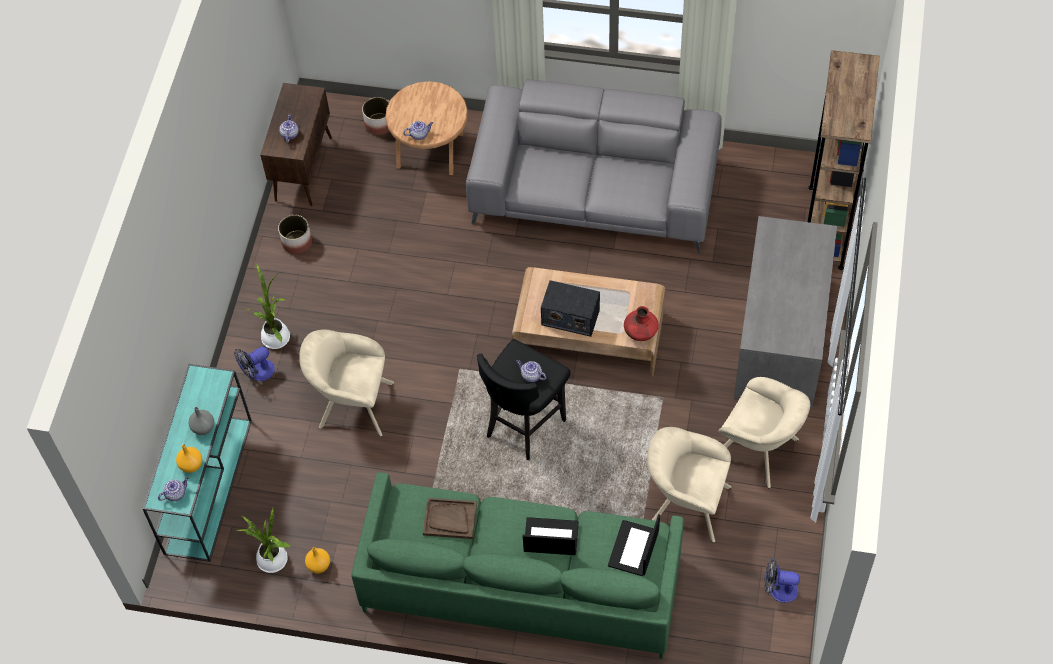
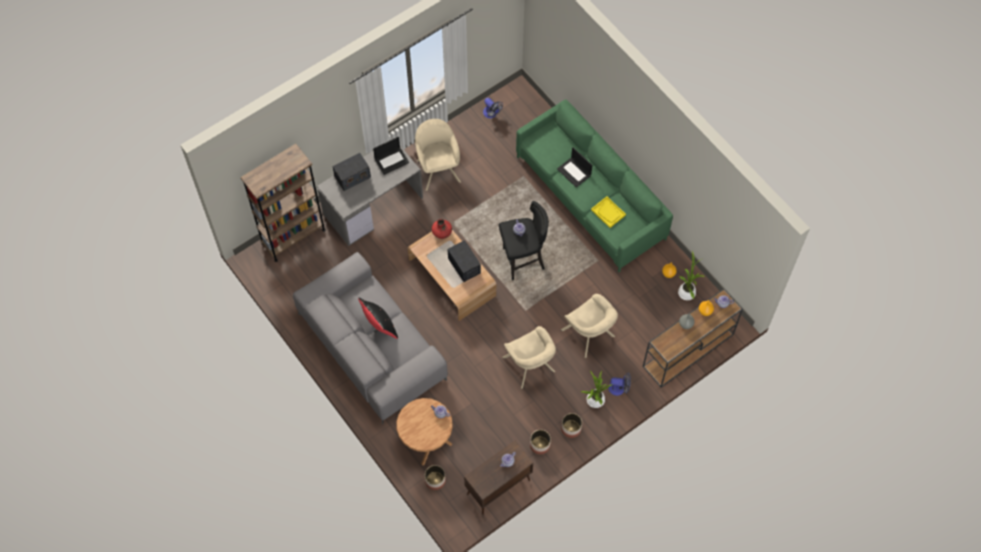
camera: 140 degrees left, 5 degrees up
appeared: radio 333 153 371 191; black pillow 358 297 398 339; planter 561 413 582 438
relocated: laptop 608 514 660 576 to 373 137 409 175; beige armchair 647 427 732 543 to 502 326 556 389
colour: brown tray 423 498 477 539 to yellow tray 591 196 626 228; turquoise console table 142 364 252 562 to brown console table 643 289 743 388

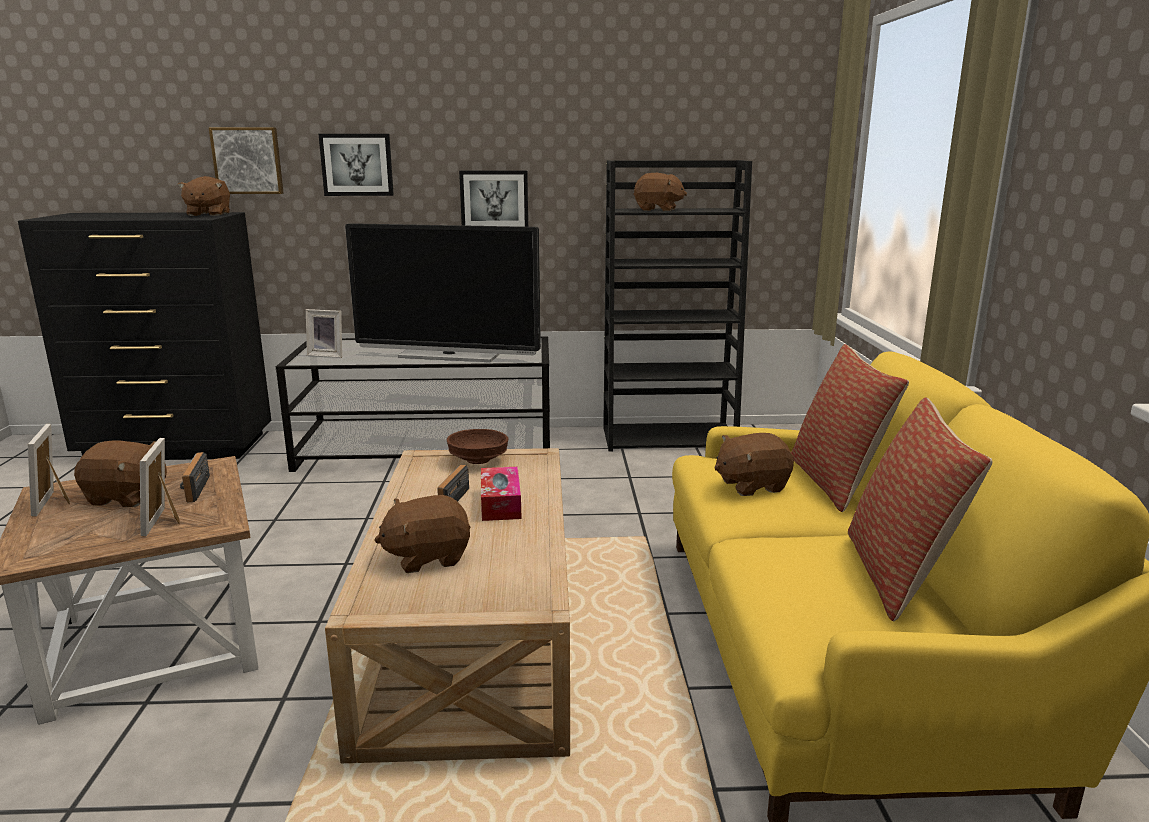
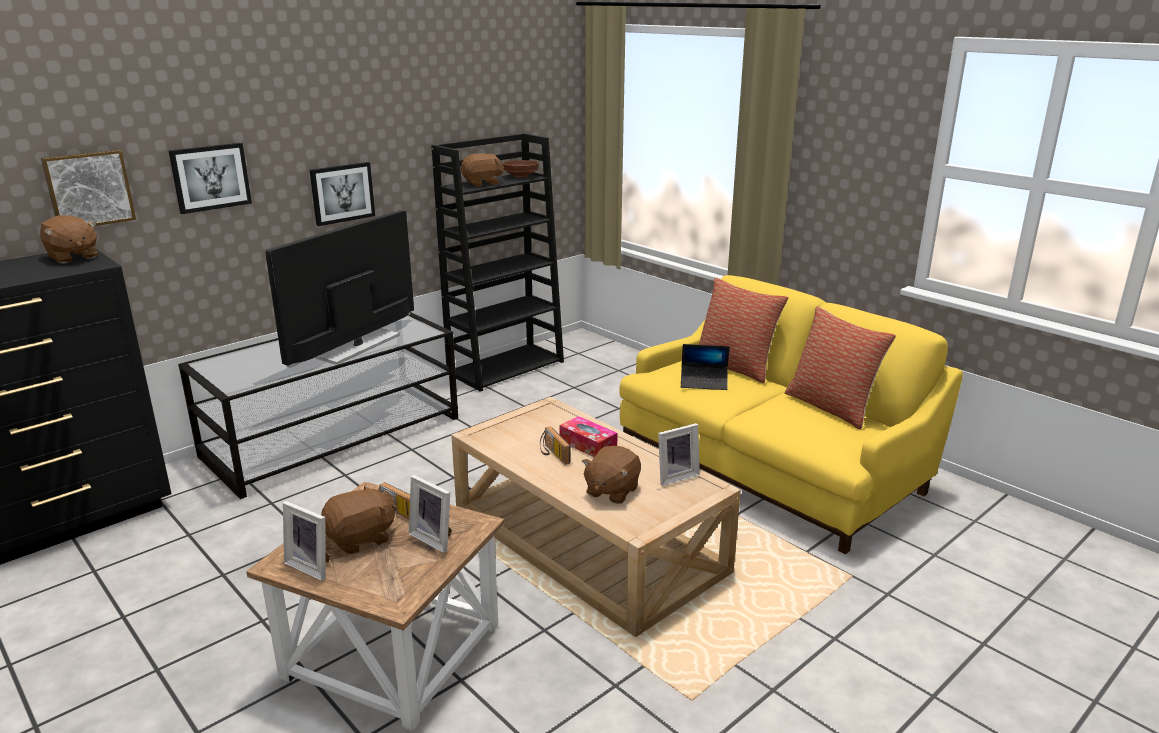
camera: 40 degrees left, 5 degrees up
relocated: brown bowl 447 429 508 464 to 502 160 539 178; picture frame 306 309 342 358 to 658 423 700 486
exchanged: brown plush toy 714 433 794 496 to laptop 681 344 730 390
spun: television 345 223 541 362 = 265 210 414 368 150 degrees clockwise

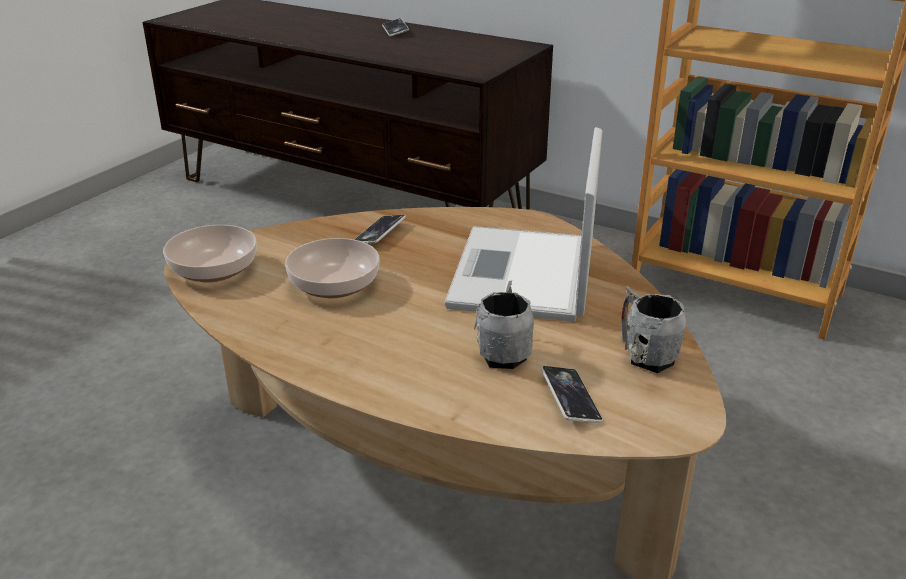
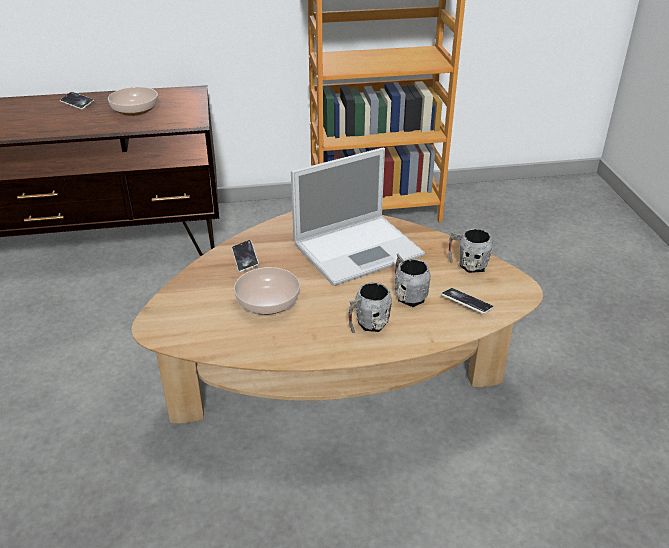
camera: 40 degrees left, 5 degrees up
appeared: grey mug 349 282 392 333
relocated: bowl 163 225 257 283 to 108 87 158 116
spun: laptop 444 127 602 322 = 291 148 425 286 90 degrees counterclockwise

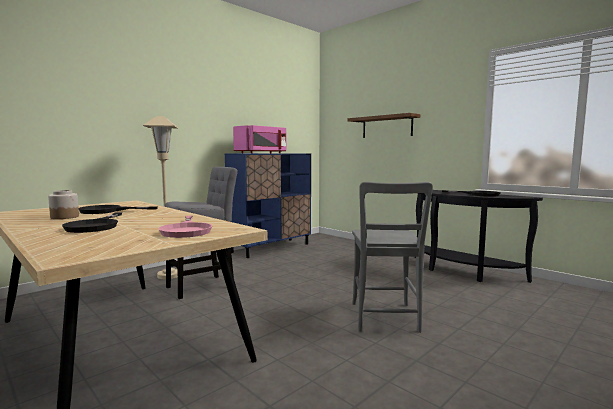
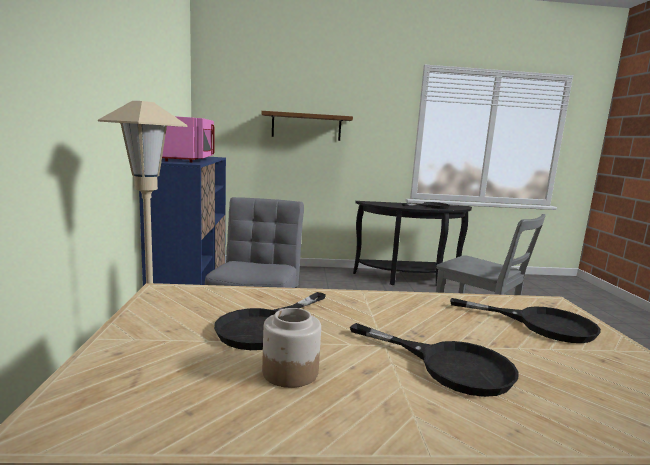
camera: 50 degrees left, 5 degrees up
colour: pink frying pan 159 216 213 238 to black frying pan 450 298 601 343

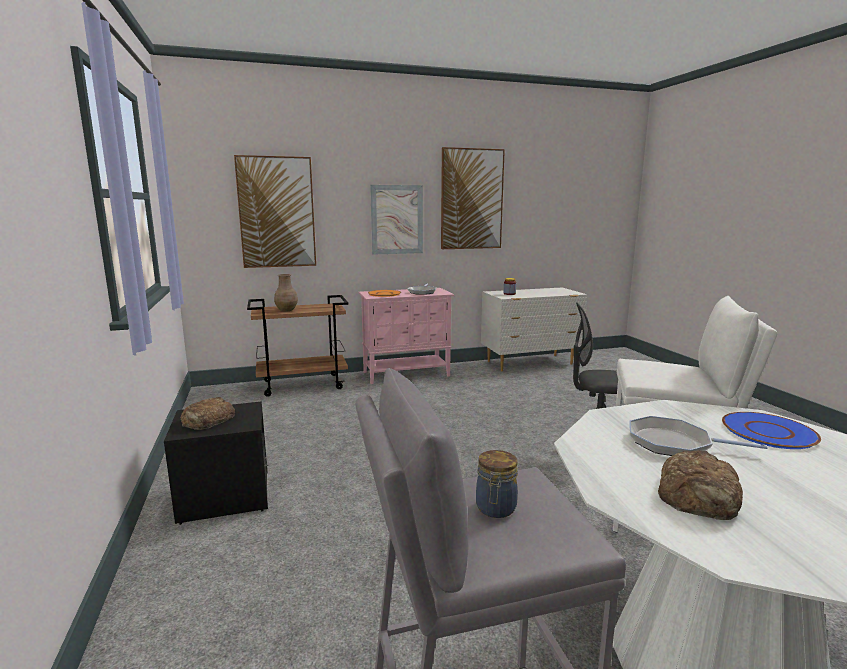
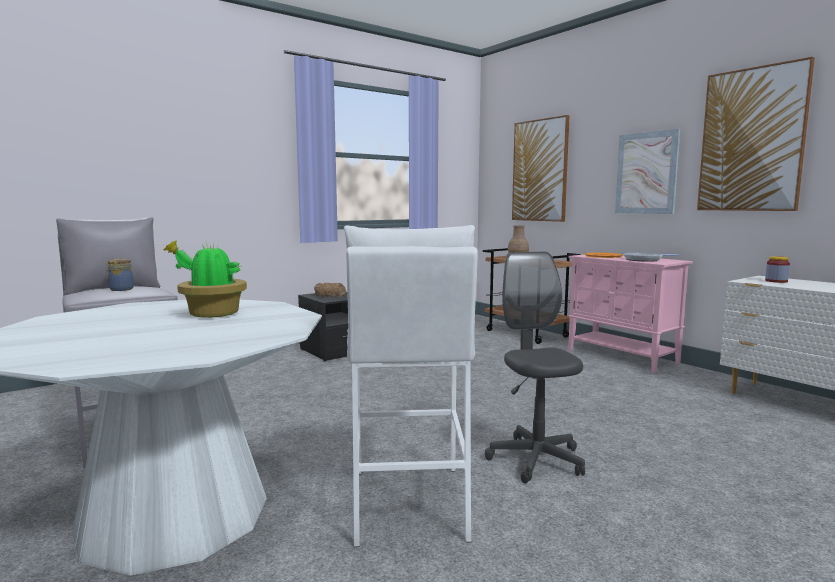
camera: 70 degrees right, 5 degrees down
missing: bread 658 450 743 520; blue plate 722 412 821 449
exchanged: frying pan 629 416 768 456 to potted plant 163 240 247 318

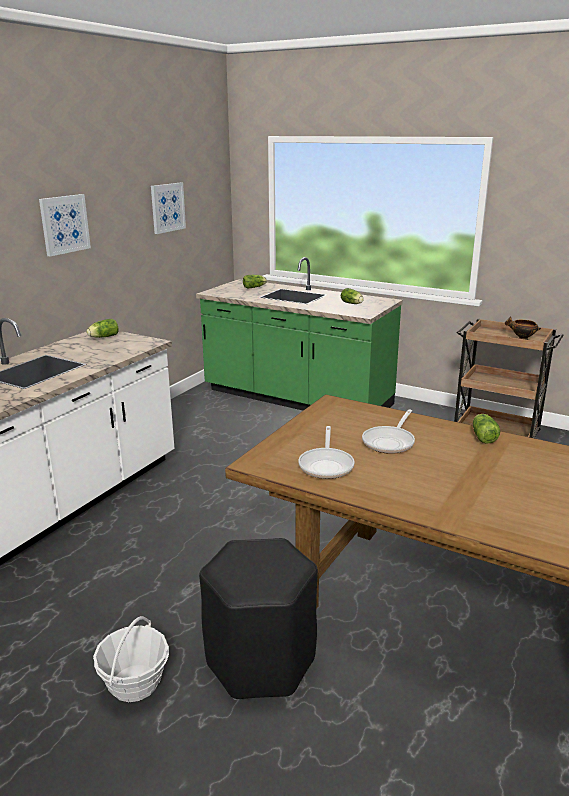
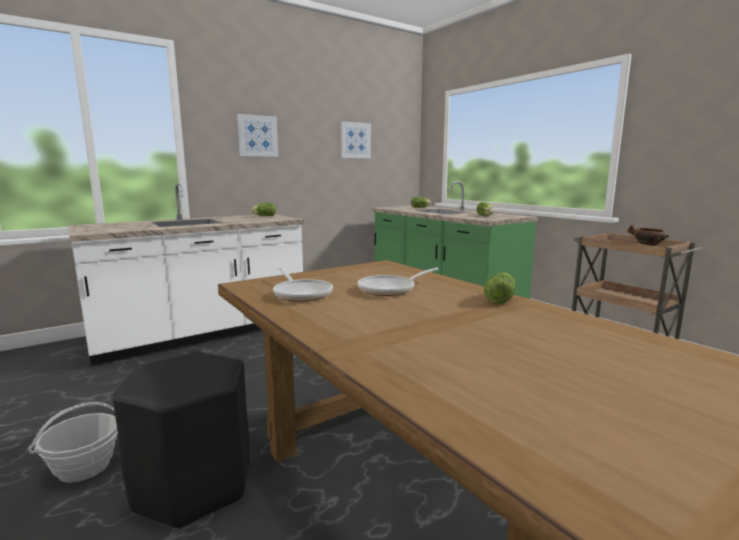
camera: 25 degrees right, 10 degrees down
spun: frying pan 298 426 355 479 = 273 267 333 302 60 degrees counterclockwise

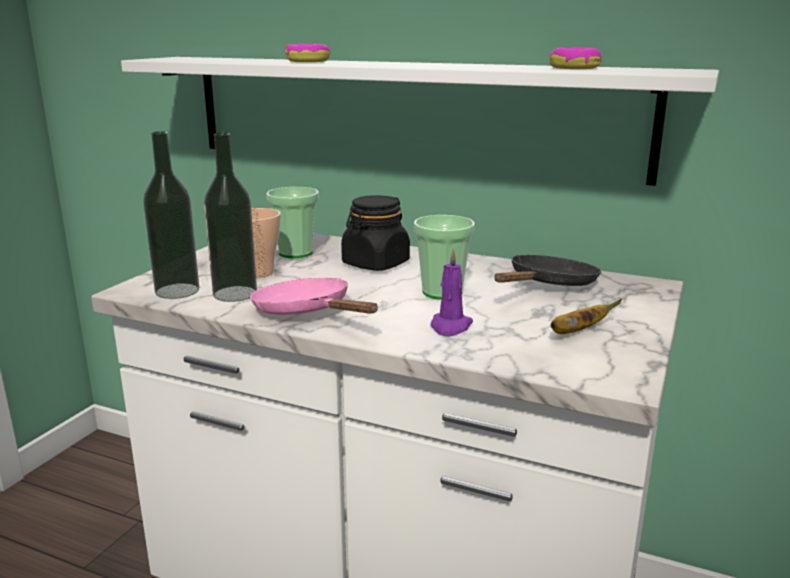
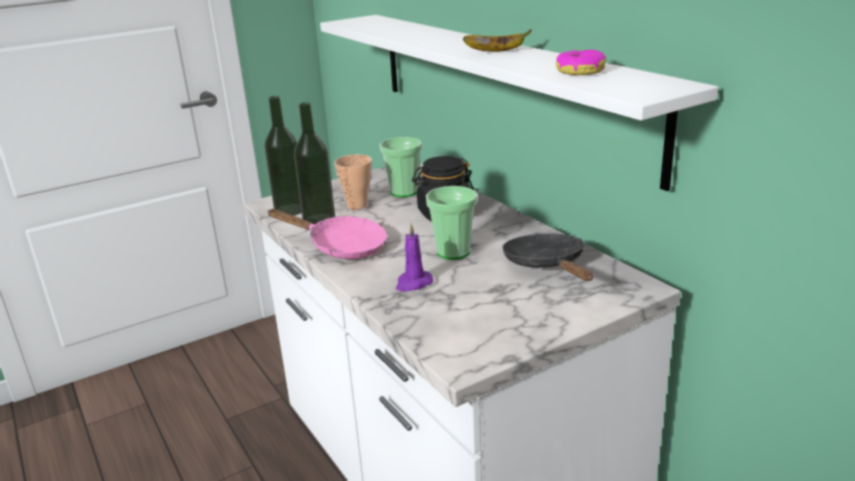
camera: 35 degrees right, 5 degrees up
missing: donut 285 44 330 62
relocated: banana 551 299 622 334 to 463 29 532 52
spun: pink frying pan 250 278 378 315 = 267 209 387 259 120 degrees clockwise; black frying pan 495 255 601 286 = 502 233 594 281 90 degrees counterclockwise

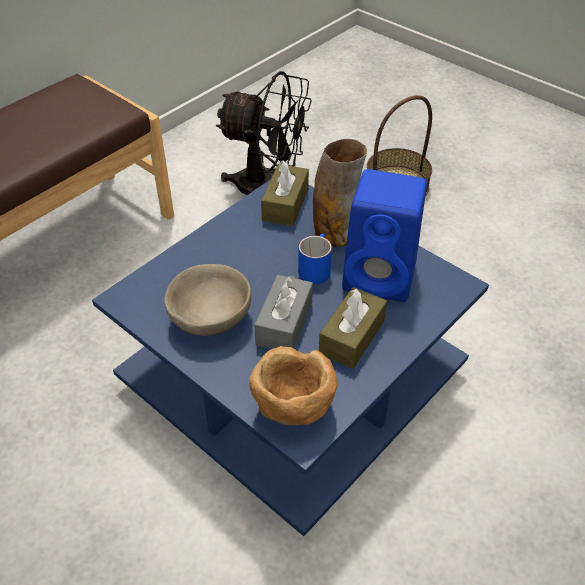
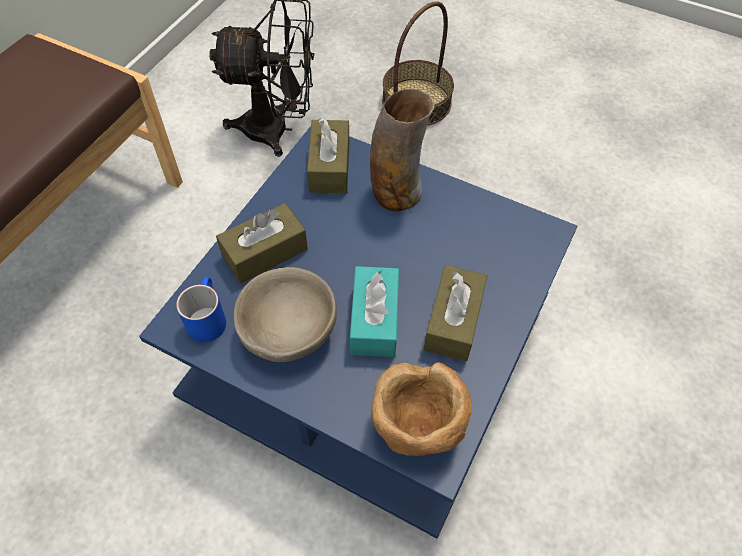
camera: 15 degrees left, 10 degrees up
missing: blue speaker 342 169 427 302
appeared: brown tissue box 216 203 308 283
relocated: blue mug 298 234 332 284 to 176 277 226 342
colour: grey tissue box 255 275 313 349 to turquoise tissue box 350 266 399 357

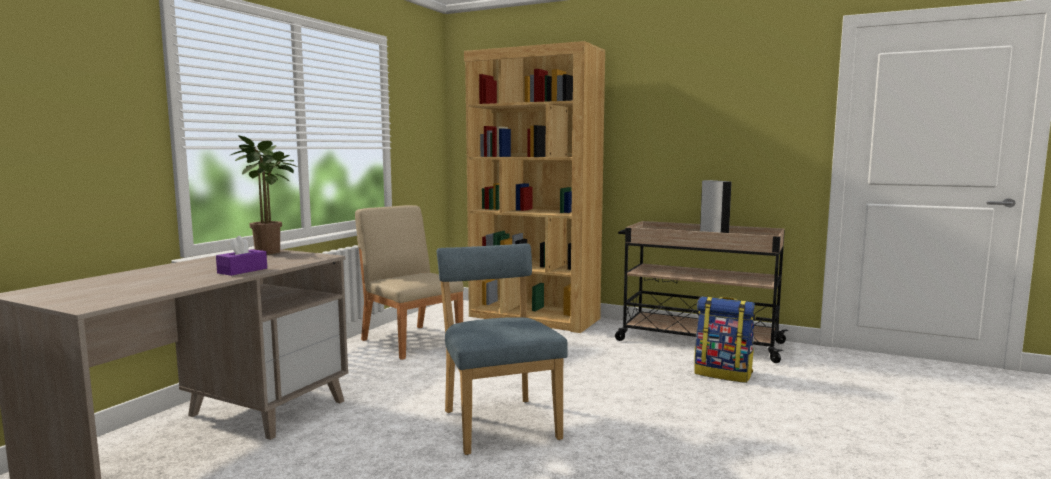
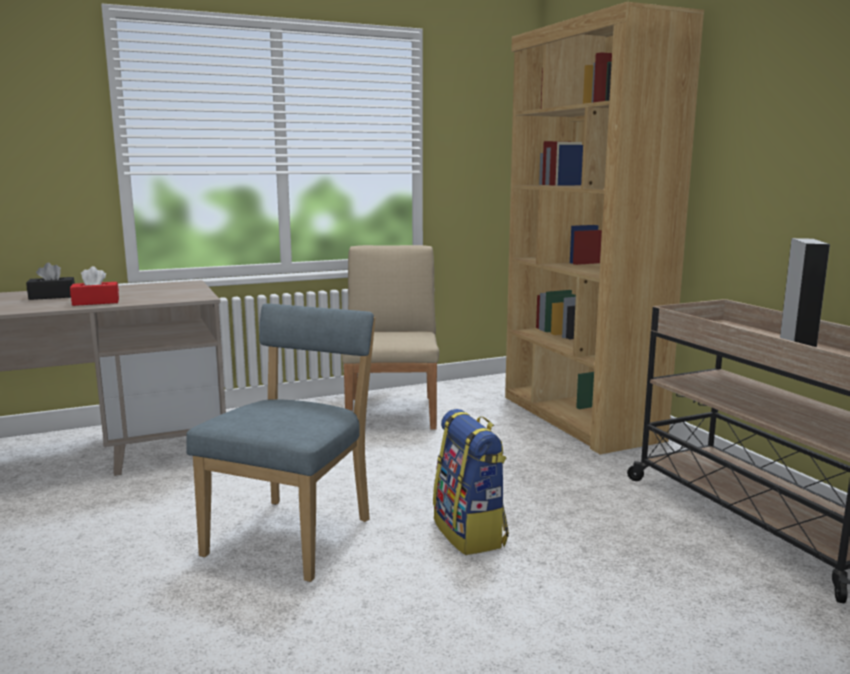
camera: 40 degrees right, 5 degrees up
missing: potted plant 231 135 298 254
appeared: black tissue box 26 263 75 300
relocated: backpack 694 297 756 383 to 433 409 509 555
colour: purple tissue box 216 236 267 276 to red tissue box 70 266 119 306

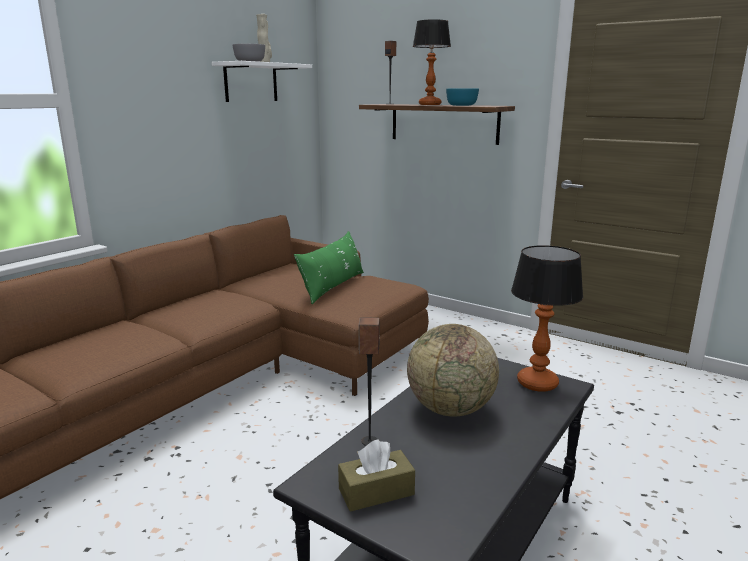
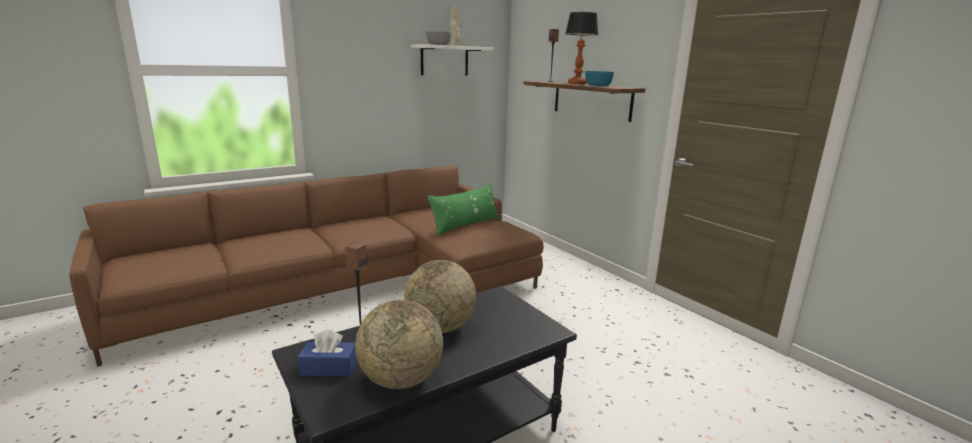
camera: 20 degrees right, 0 degrees up
missing: table lamp 511 245 583 392
appeared: globe 355 299 443 389
colour: brown tissue box 338 439 415 512 to blue tissue box 298 330 357 376

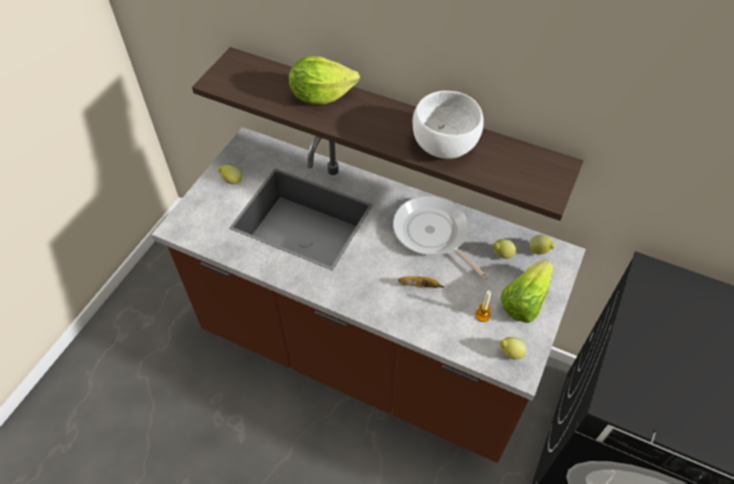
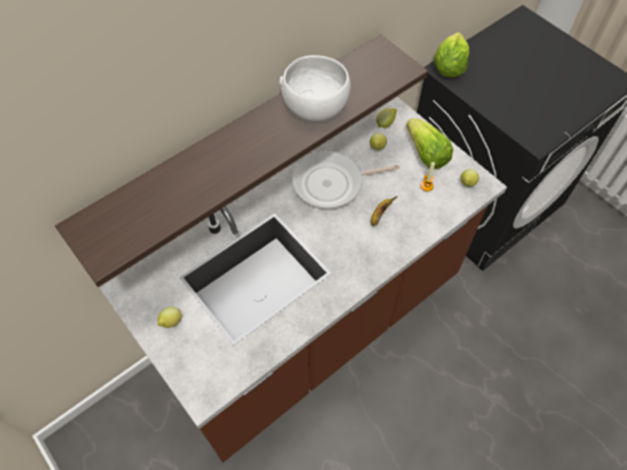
camera: 65 degrees left, 5 degrees up
relocated: lettuce 288 56 360 104 to 434 32 469 77

